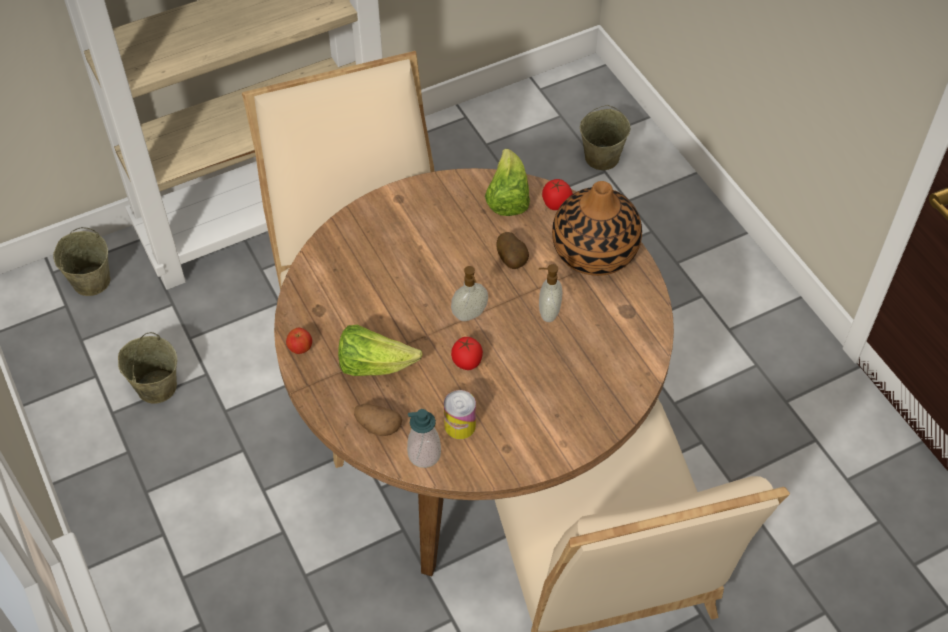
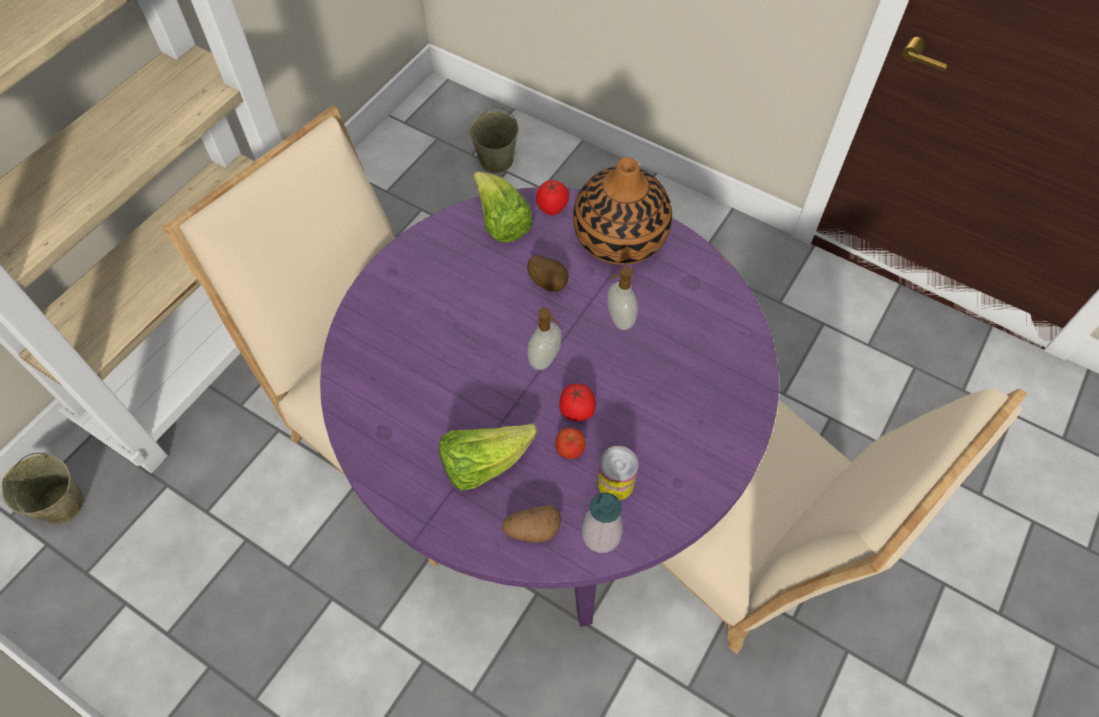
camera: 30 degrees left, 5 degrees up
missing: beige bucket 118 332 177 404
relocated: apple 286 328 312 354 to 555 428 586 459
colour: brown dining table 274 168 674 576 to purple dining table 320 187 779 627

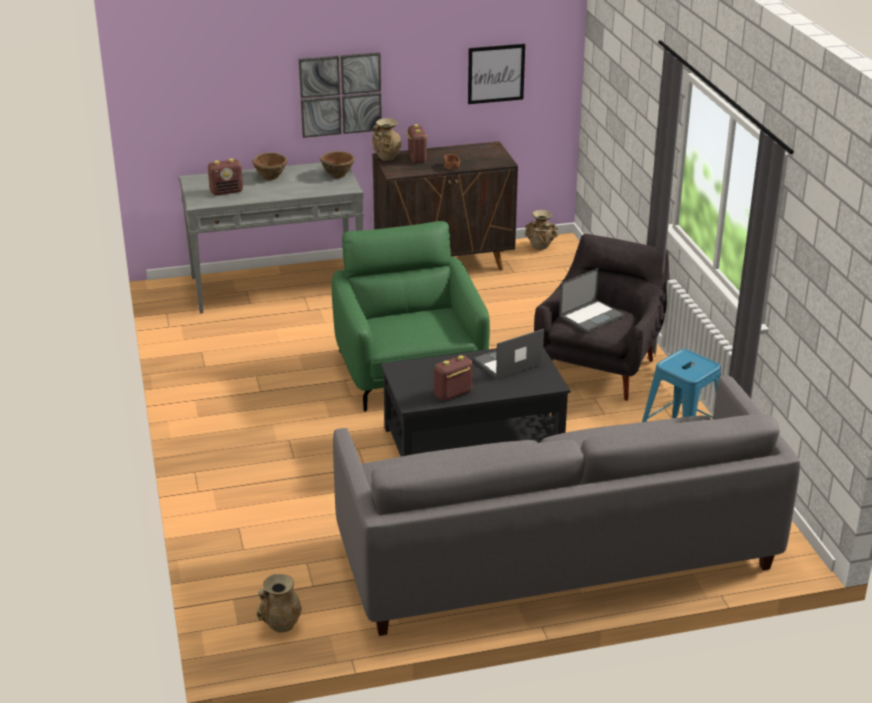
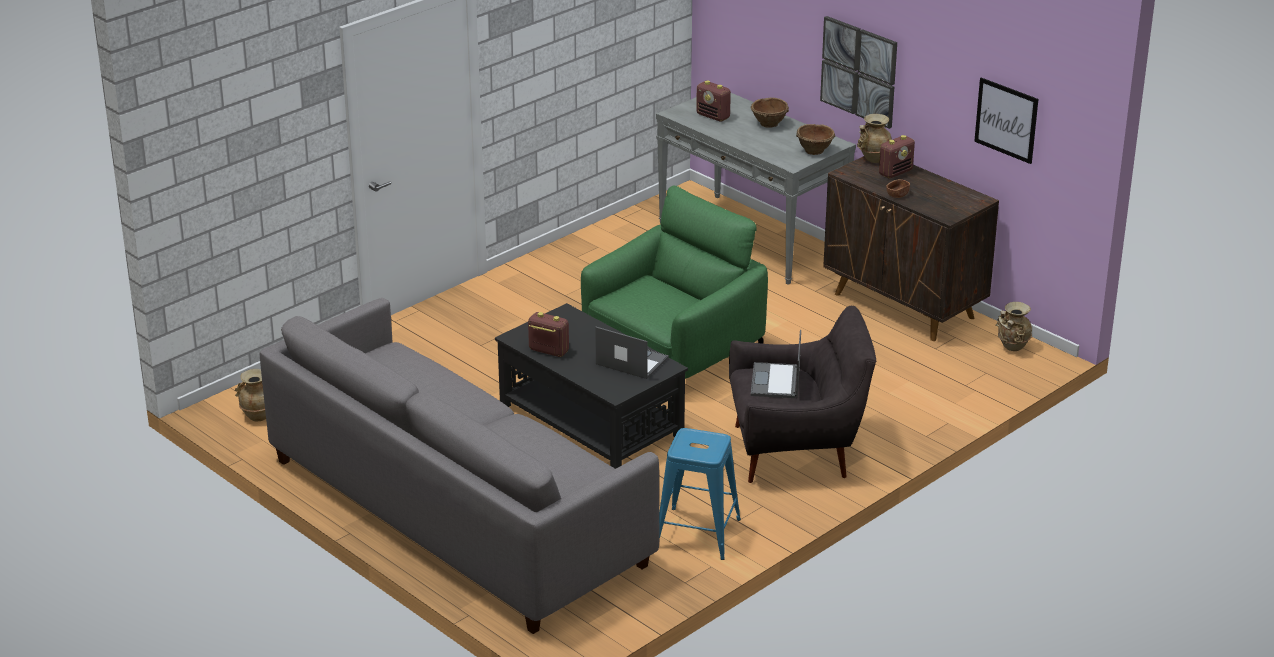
camera: 60 degrees right, 0 degrees up
spun: laptop 559 268 625 333 = 751 330 801 398 75 degrees clockwise

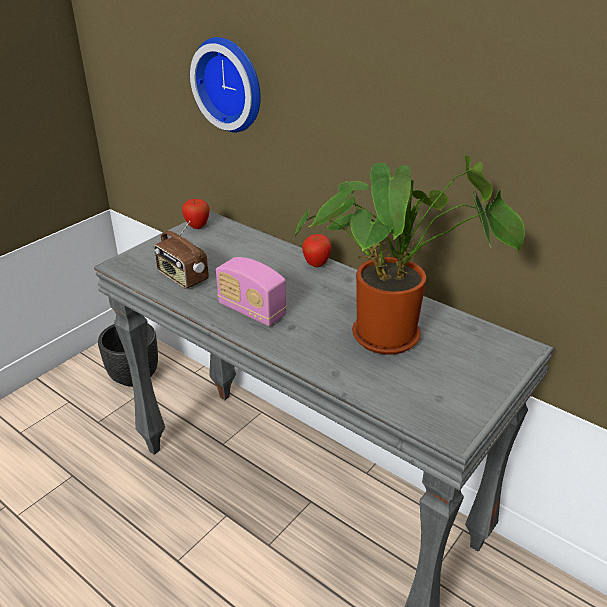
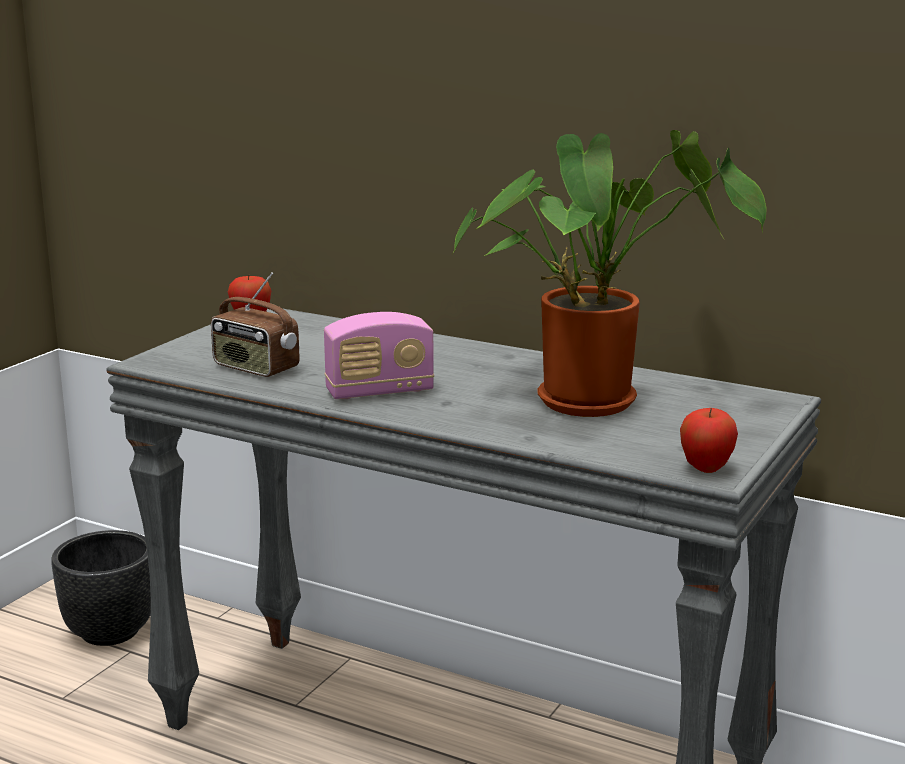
camera: 10 degrees left, 15 degrees down
missing: wall clock 190 37 261 132
relocated: apple 302 234 331 267 to 680 408 738 473
spun: radio 216 257 287 326 = 324 312 434 399 45 degrees counterclockwise

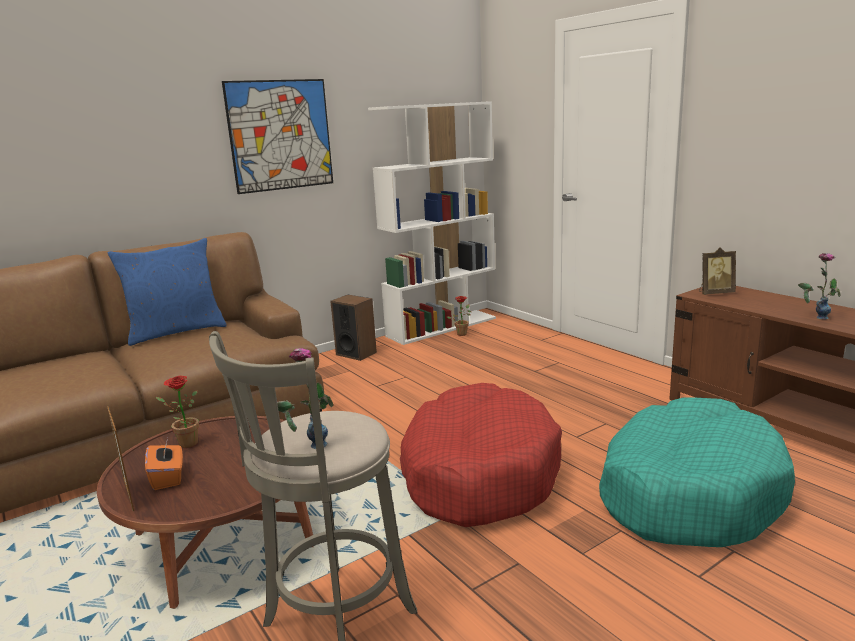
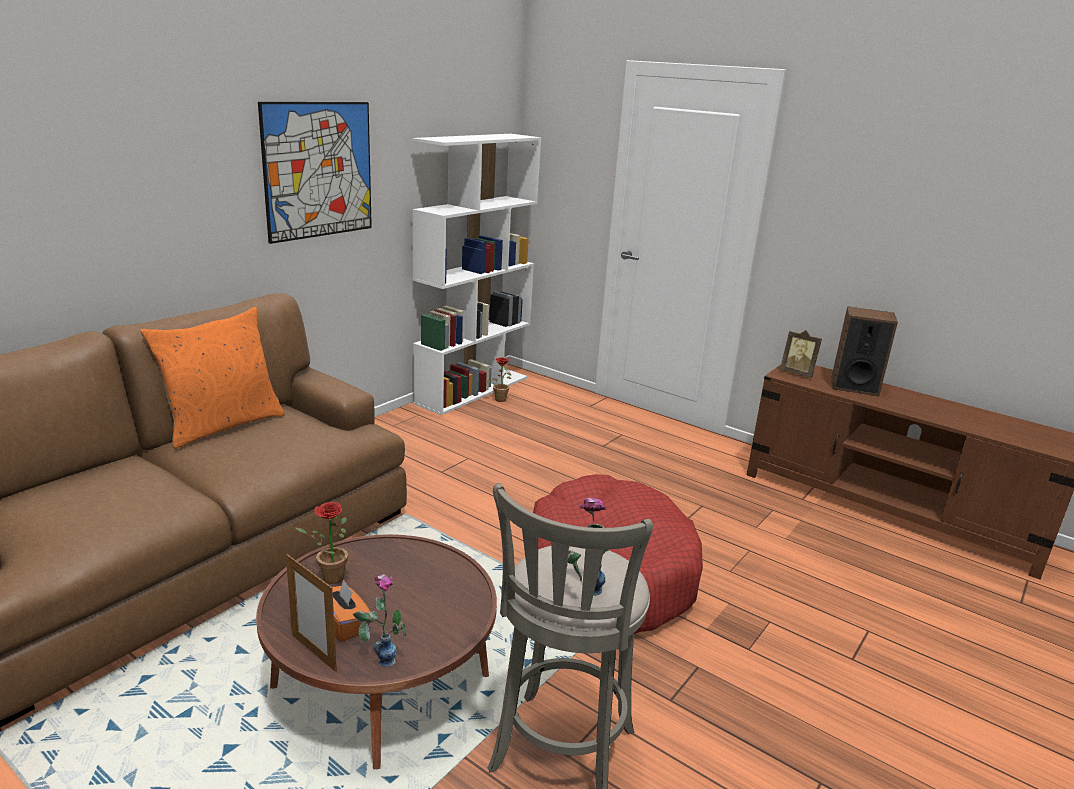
camera: 20 degrees left, 5 degrees up
missing: turquoise dog bed 599 397 795 547
relocated: vase 798 253 841 319 to 353 574 406 667; speaker 330 295 377 361 to 831 306 898 397
colour: blue pillow 108 238 227 346 to orange pillow 140 307 285 449
spun: picture frame 699 247 736 295 = 780 330 822 378 60 degrees clockwise

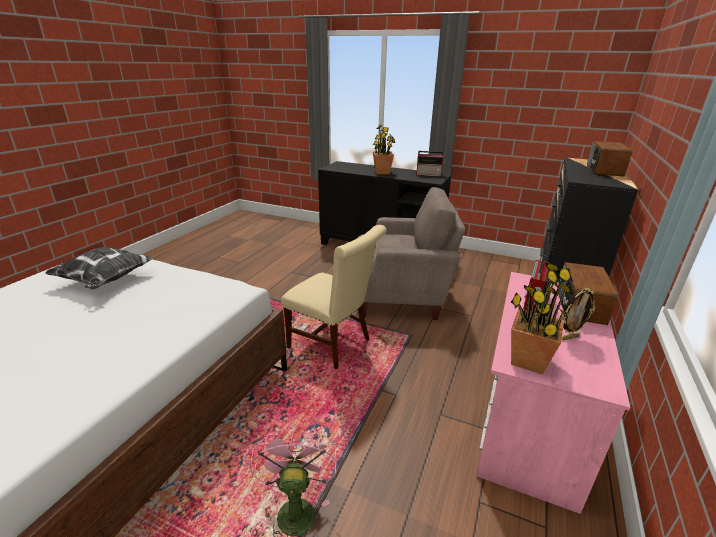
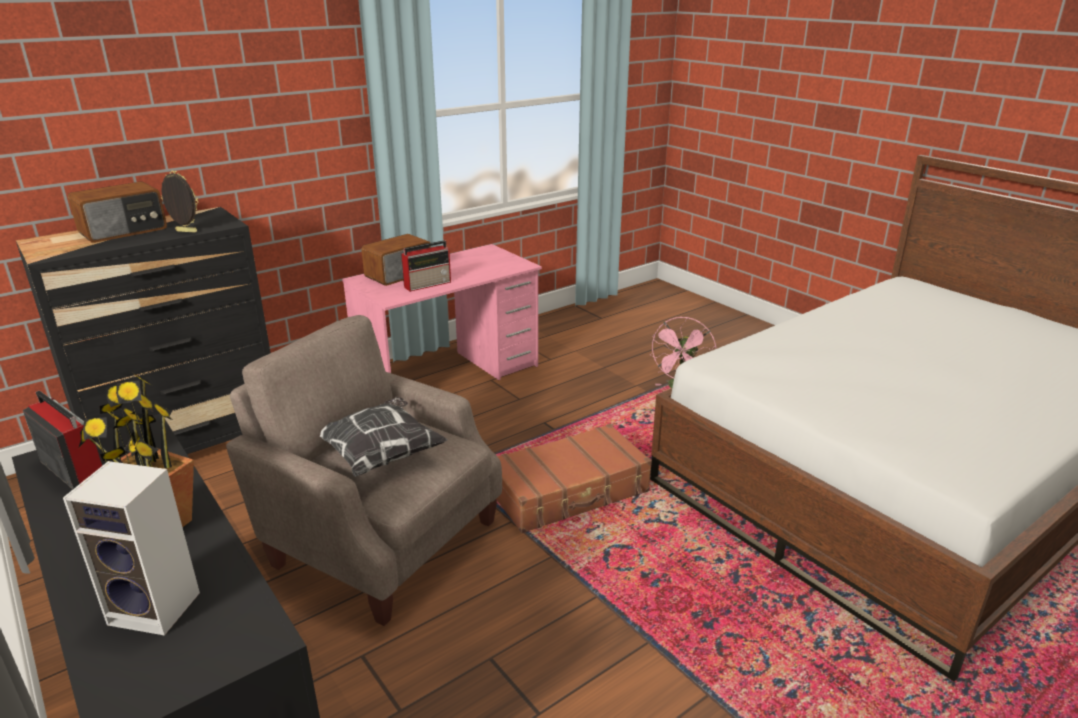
camera: 150 degrees left, 0 degrees up
missing: potted plant 511 263 573 375
appeared: speaker 63 461 200 636
relocated: picture frame 562 288 595 340 to 161 171 198 233; pillow 45 247 153 289 to 320 396 448 477
exchanged: beige chair 281 225 387 369 to brown suitcase 497 424 652 533

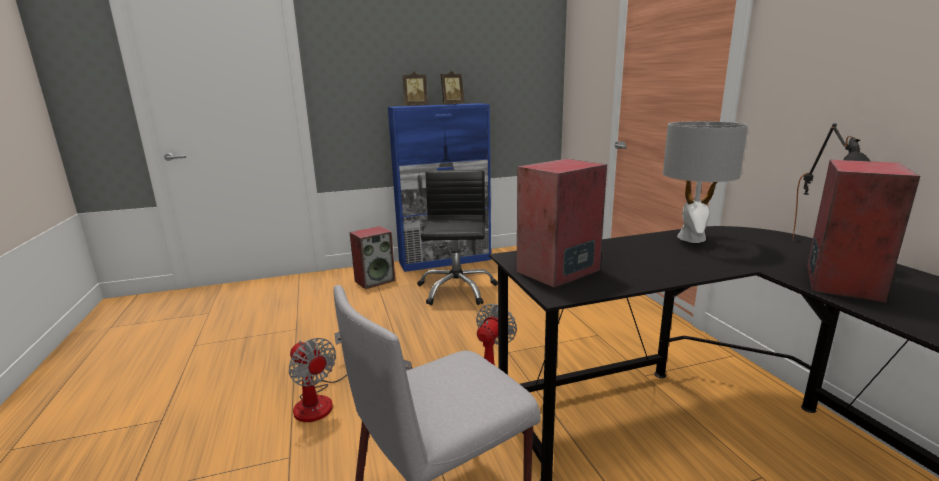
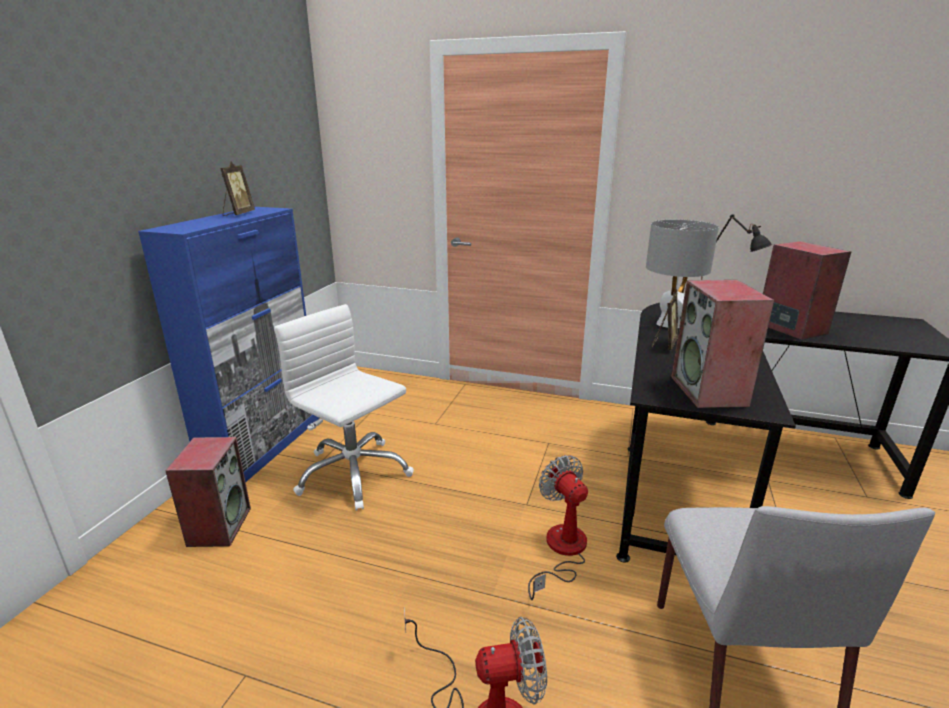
camera: 55 degrees left, 5 degrees up
relocated: picture frame 403 71 428 106 to 652 293 678 350
colour: black office chair 417 170 498 305 to white office chair 274 304 414 510

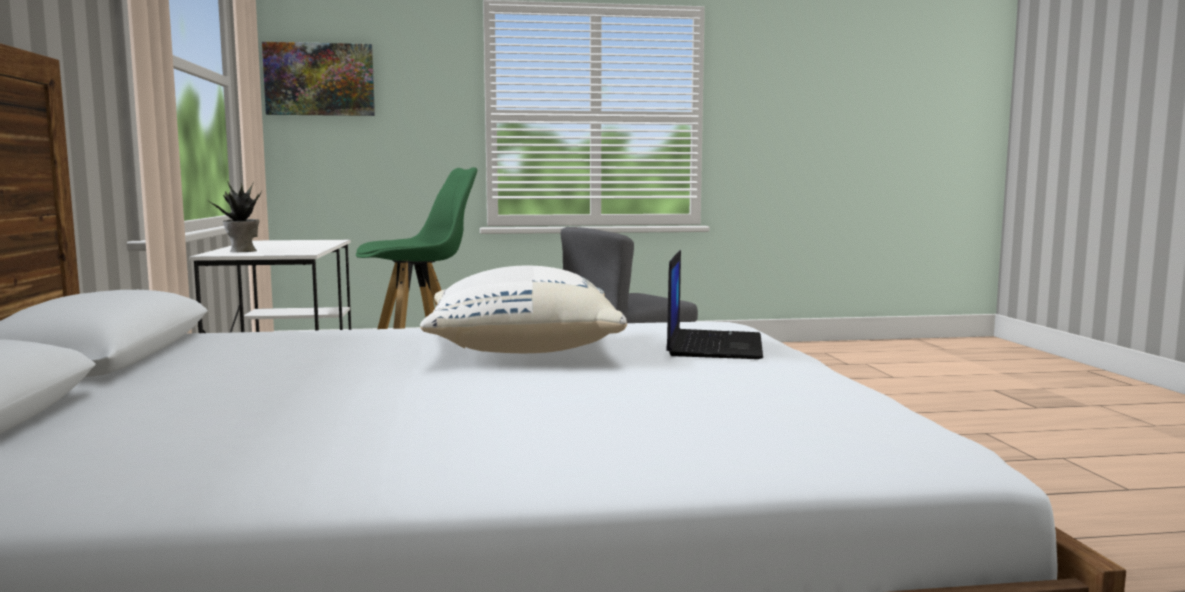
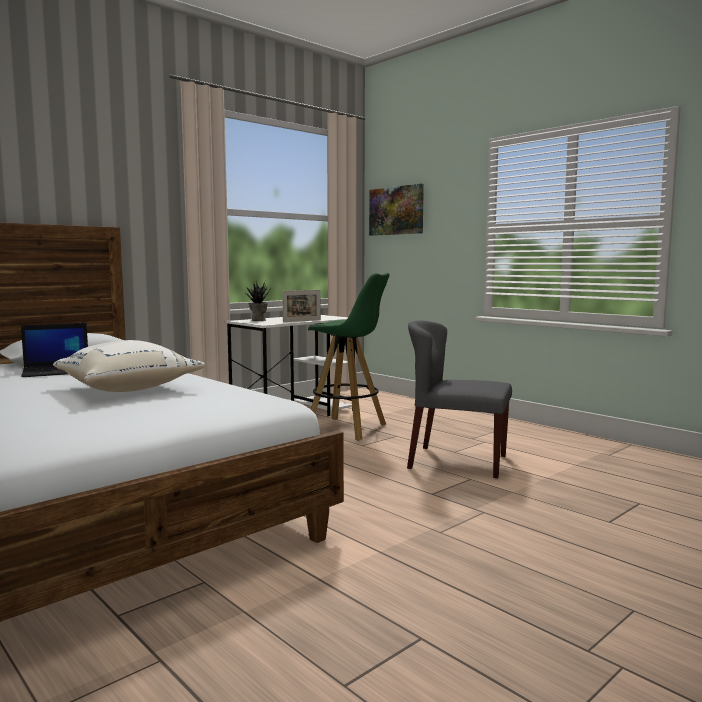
camera: 55 degrees right, 0 degrees up
appeared: picture frame 282 290 321 322
relocated: laptop 666 250 763 359 to 21 323 88 377

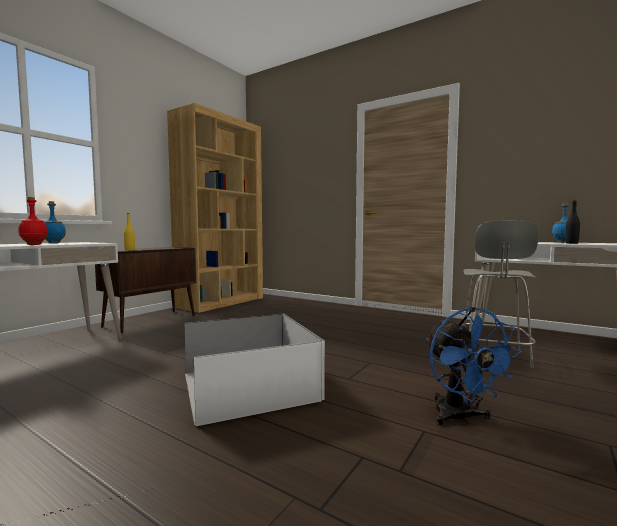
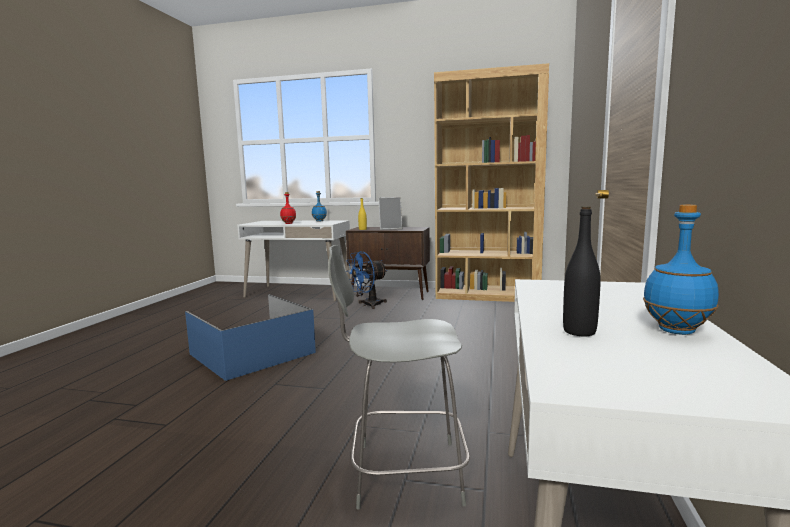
camera: 70 degrees right, 5 degrees up
appeared: picture frame 378 197 403 230
relocated: blue fan 426 307 522 426 to 346 251 387 309
colour: white storage box 184 314 325 426 to blue storage box 185 294 316 381

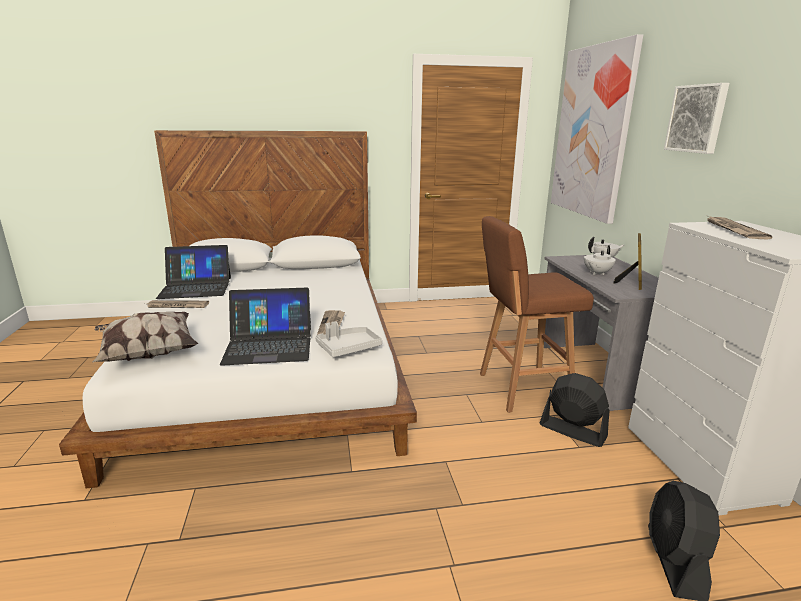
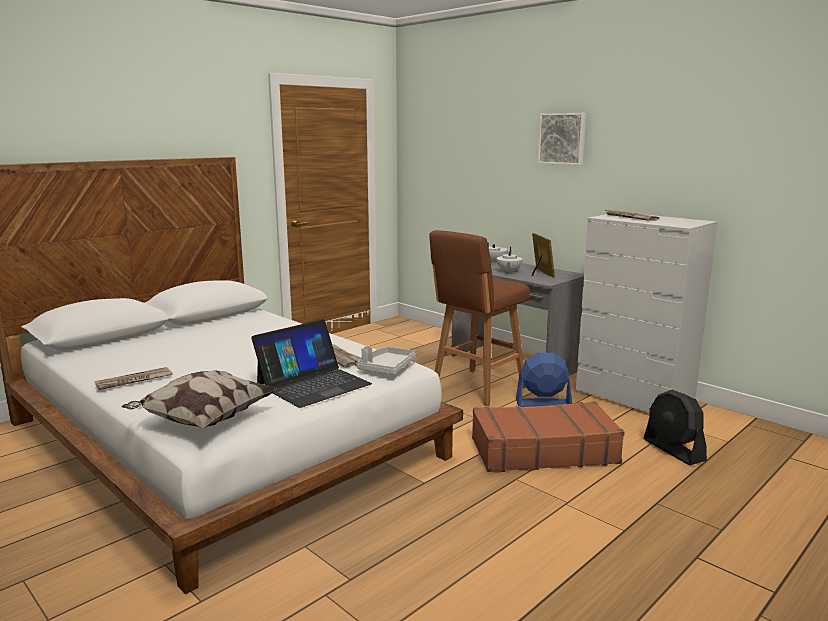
camera: 35 degrees left, 5 degrees down
missing: laptop 156 245 231 299; picture 551 34 643 224
appeared: brown suitcase 472 401 625 472
colour: black fan 539 373 610 447 to blue fan 516 353 572 407

